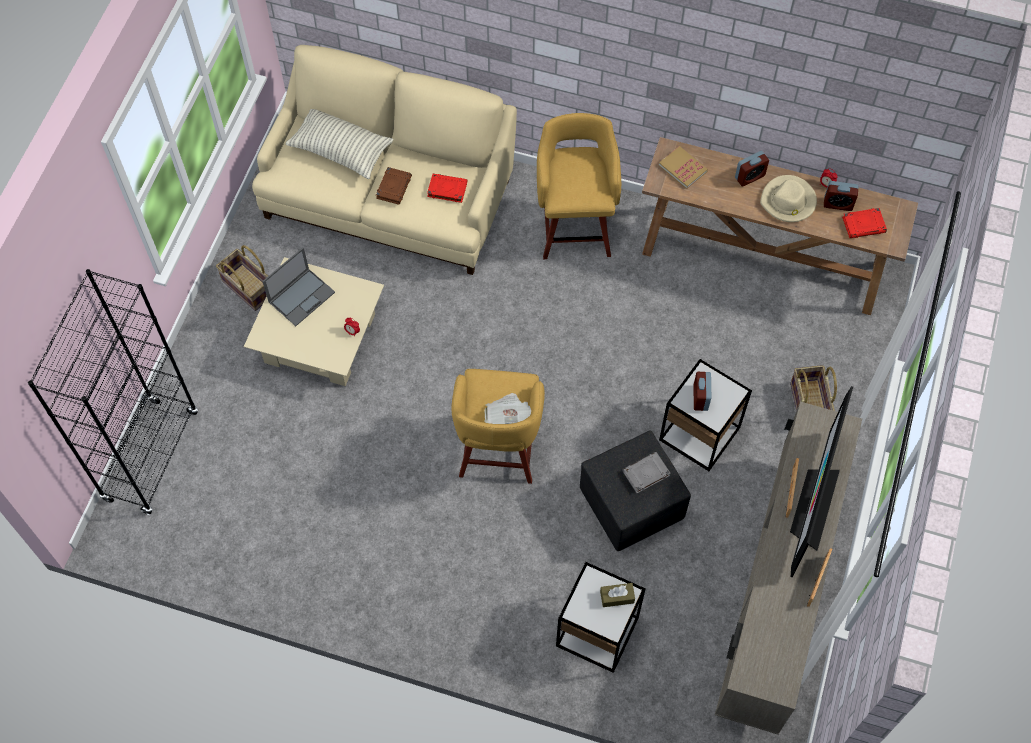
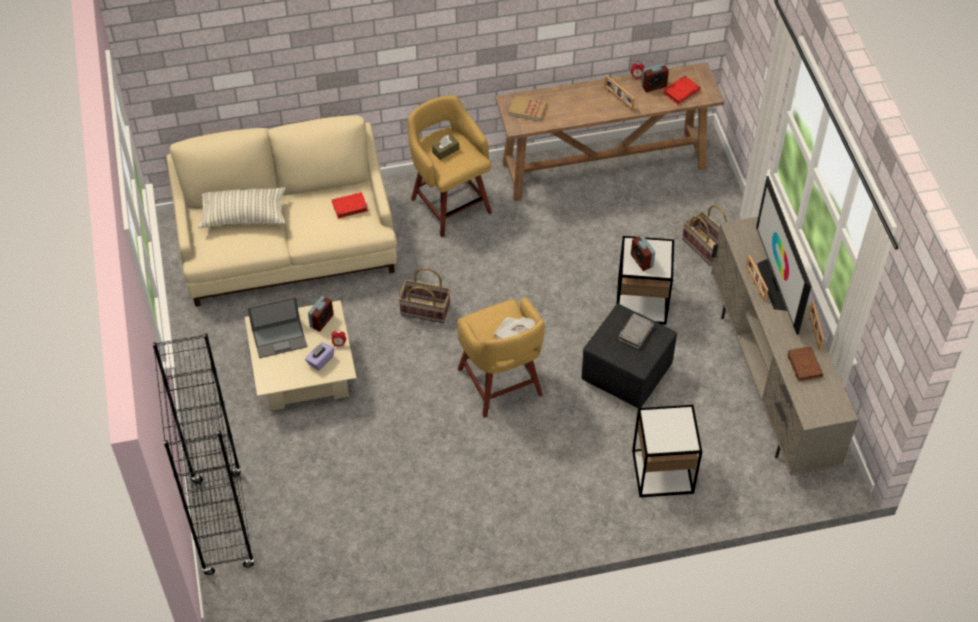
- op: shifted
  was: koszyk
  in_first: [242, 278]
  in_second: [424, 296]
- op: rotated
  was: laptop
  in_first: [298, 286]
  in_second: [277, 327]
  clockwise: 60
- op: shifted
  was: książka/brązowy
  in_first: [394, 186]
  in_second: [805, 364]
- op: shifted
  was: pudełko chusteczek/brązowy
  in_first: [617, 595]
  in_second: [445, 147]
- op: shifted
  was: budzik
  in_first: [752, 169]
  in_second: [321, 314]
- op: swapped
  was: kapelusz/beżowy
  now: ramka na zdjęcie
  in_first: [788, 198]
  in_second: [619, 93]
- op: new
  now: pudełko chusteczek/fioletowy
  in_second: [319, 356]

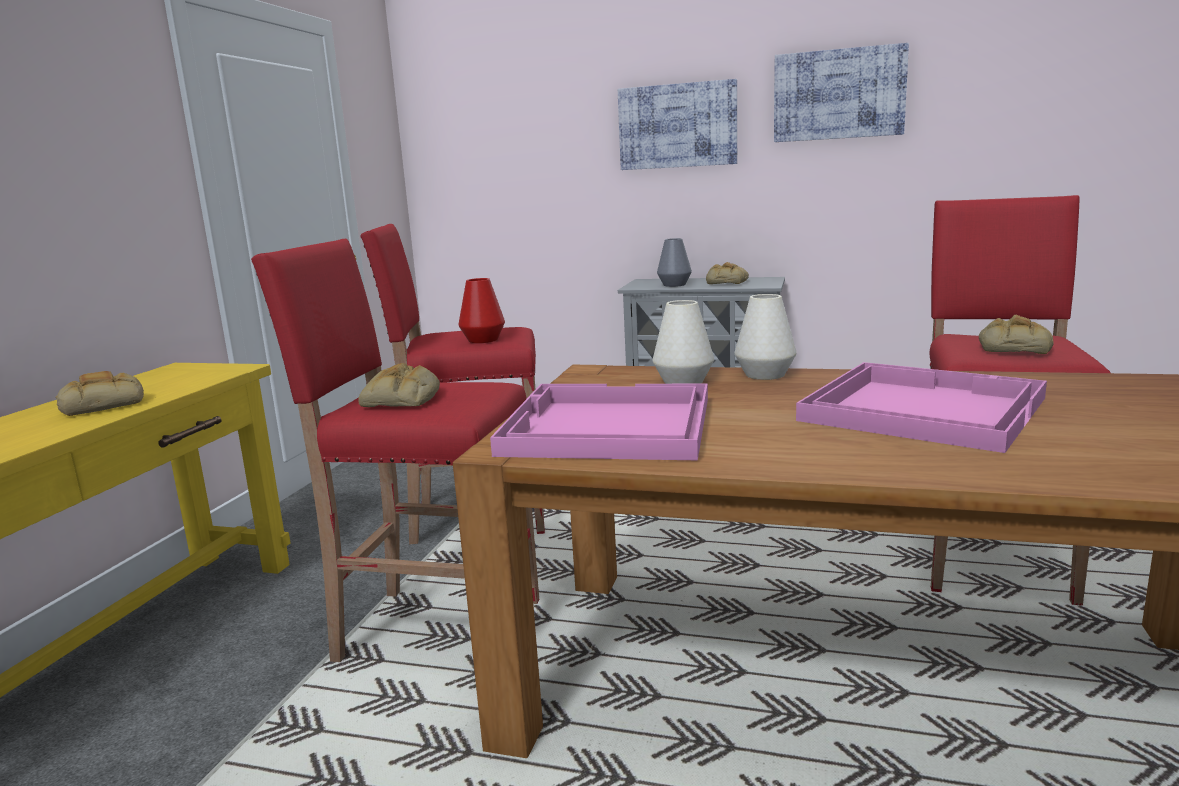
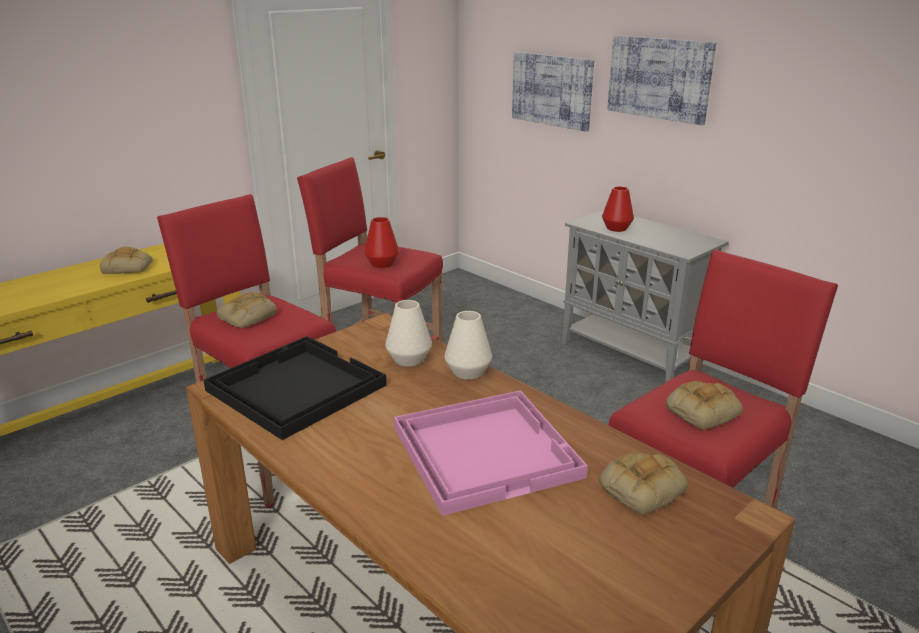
- op: repainted
  was: taca/różowy
  now: taca/czarny
  in_first: [599, 422]
  in_second: [295, 388]
- op: repainted
  was: wazon/szary
  now: wazon/czerwony
  in_first: [674, 262]
  in_second: [618, 209]
- op: shifted
  was: chleb
  in_first: [727, 273]
  in_second: [643, 483]
- op: shifted
  was: obraz
  in_first: [841, 92]
  in_second: [553, 92]

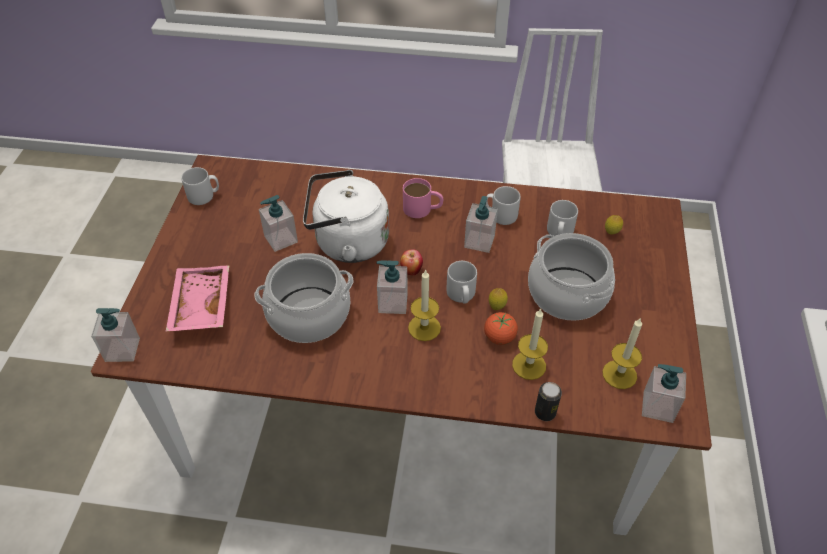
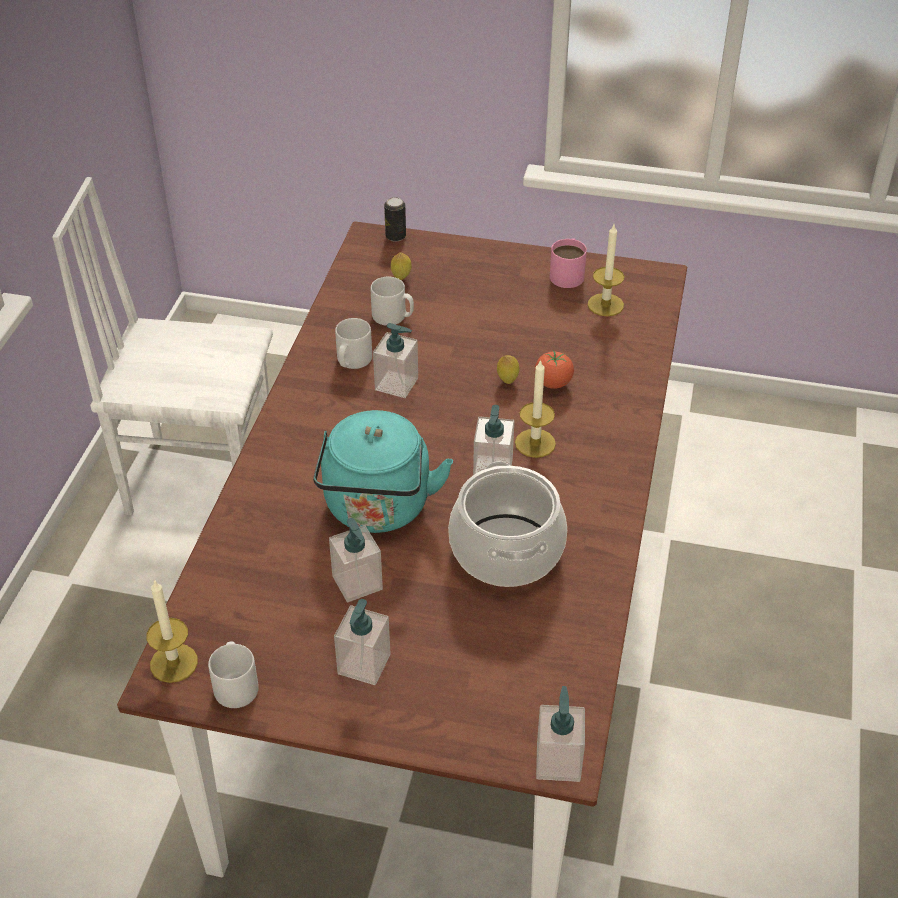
- op: gone
  was: taca/różowy
  in_first: [197, 298]
- op: repainted
  was: czajnik/biały
  now: czajnik/turkusowy
  in_first: [346, 216]
  in_second: [383, 471]
- op: gone
  was: jabłko
  in_first: [411, 262]
- op: shifted
  was: kubek/różowy
  in_first: [423, 198]
  in_second: [568, 263]
- op: gone
  was: kubek/szary
  in_first: [461, 282]
- op: shifted
  was: świeca
  in_first: [530, 344]
  in_second: [172, 631]
- op: gone
  was: garnek
  in_first: [571, 277]
- op: shifted
  was: puszka
  in_first: [548, 401]
  in_second: [395, 219]
- op: shifted
  was: dozownik mydła
  in_first: [664, 393]
  in_second: [362, 642]

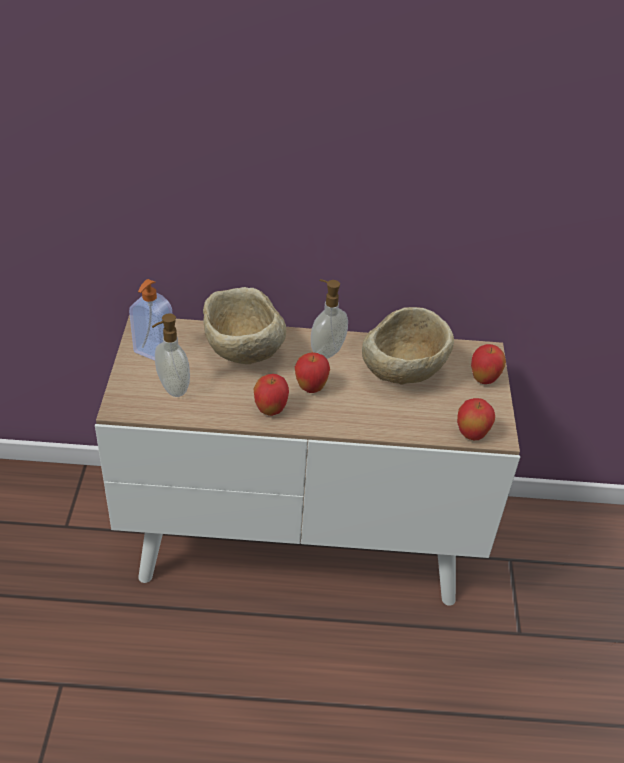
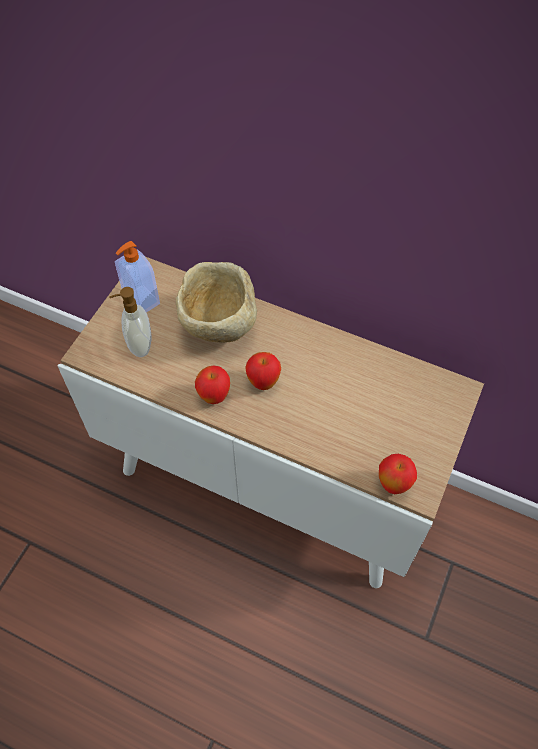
- op: gone
  was: dozownik mydła
  in_first: [329, 319]
- op: gone
  was: miska/beżowy
  in_first: [408, 345]
- op: gone
  was: jabłko
  in_first: [488, 364]

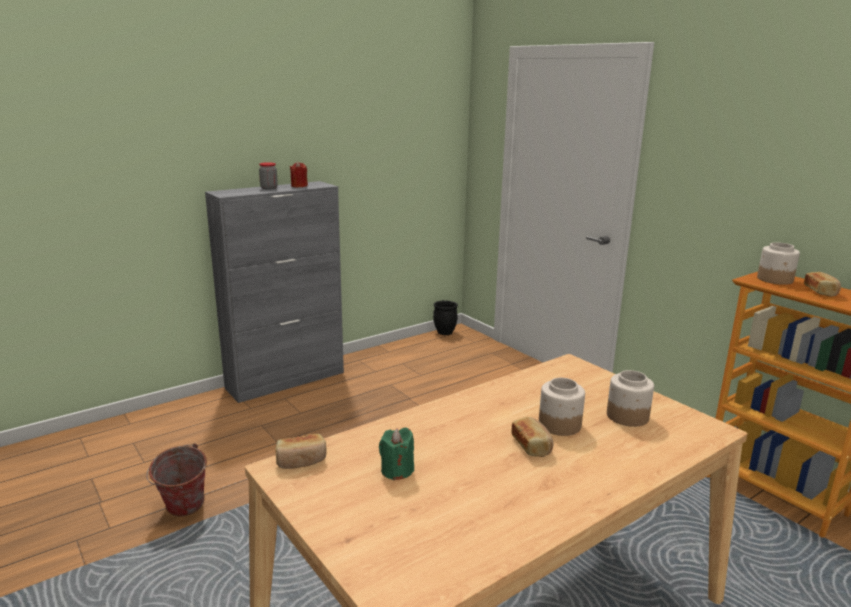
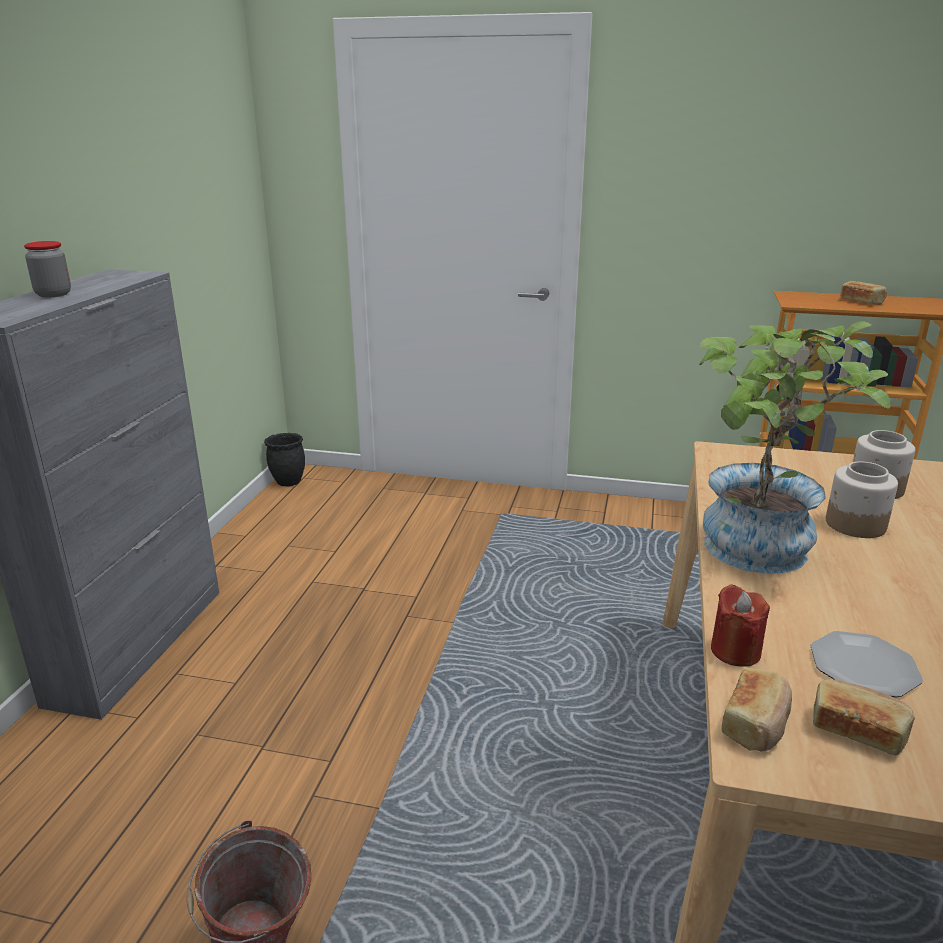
- op: shifted
  was: świeca/czerwony
  in_first: [299, 174]
  in_second: [740, 625]
- op: swapped
  was: świeca/zielony
  now: talerz
  in_first: [396, 453]
  in_second: [866, 664]
- op: shifted
  was: chleb
  in_first: [532, 437]
  in_second: [864, 717]
- op: gone
  was: słoik
  in_first: [778, 263]
- op: new
  now: roślina doniczkowa
  in_second: [795, 447]

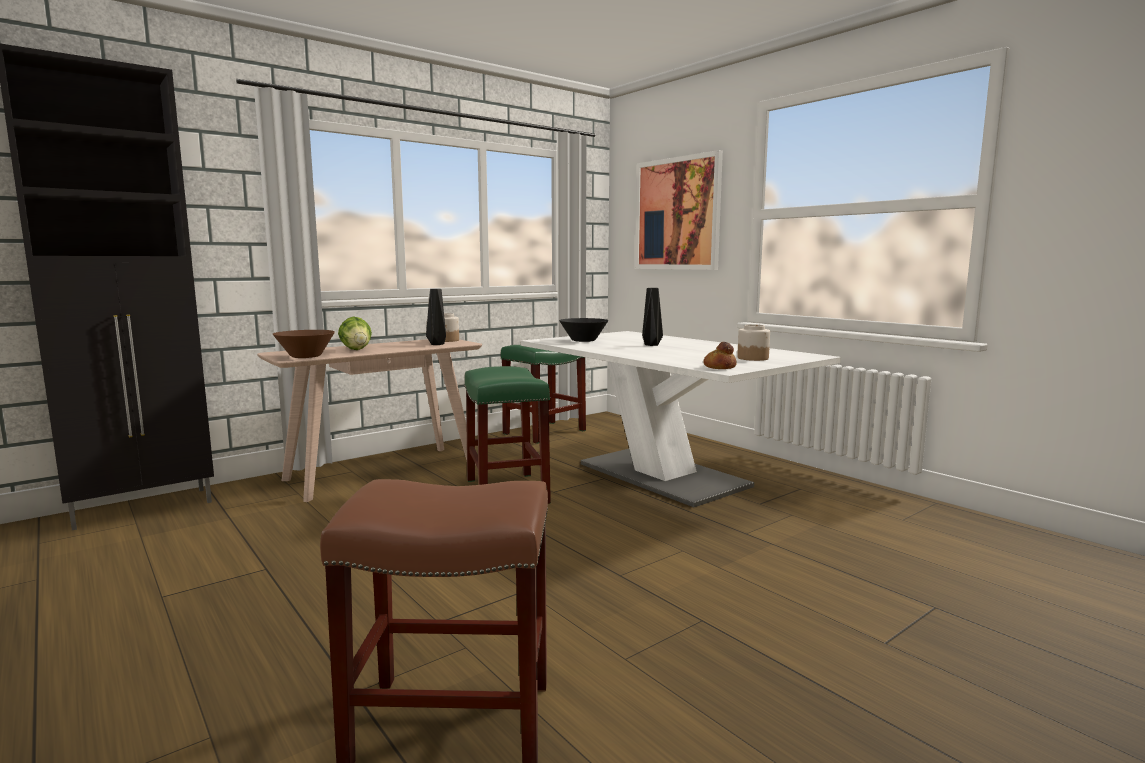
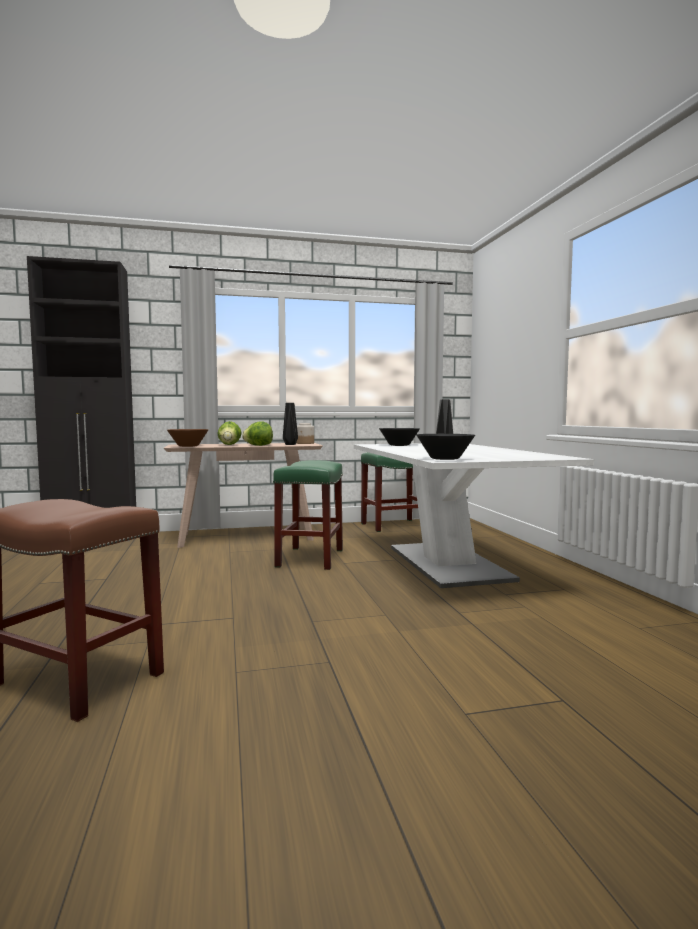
- op: gone
  was: obraz
  in_first: [679, 210]
- op: swapped
  was: chleb
  now: miska/czarny
  in_first: [720, 355]
  in_second: [445, 447]
- op: gone
  was: słoik
  in_first: [753, 342]
- op: new
  now: sałata
  in_second: [257, 433]

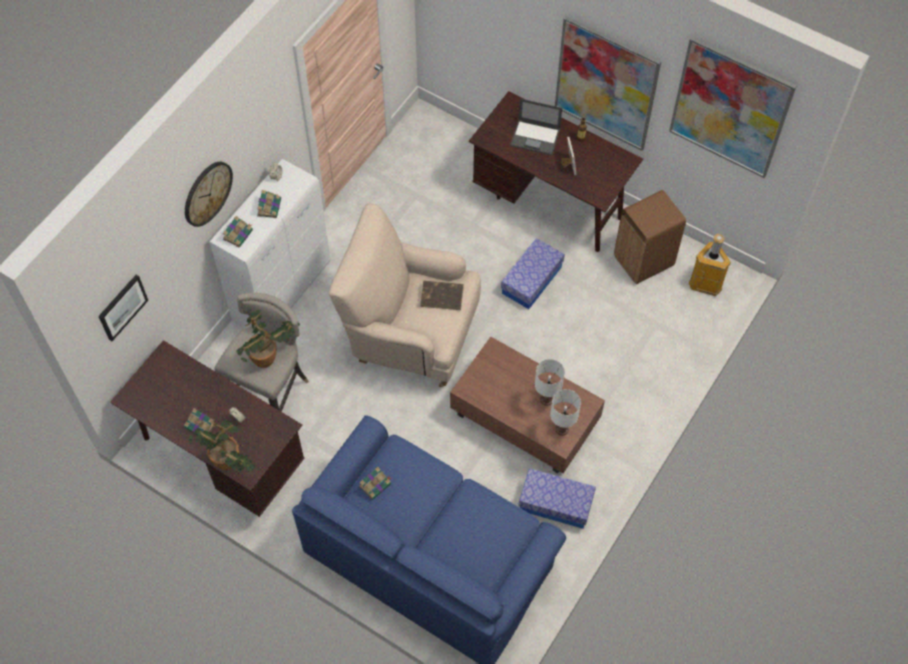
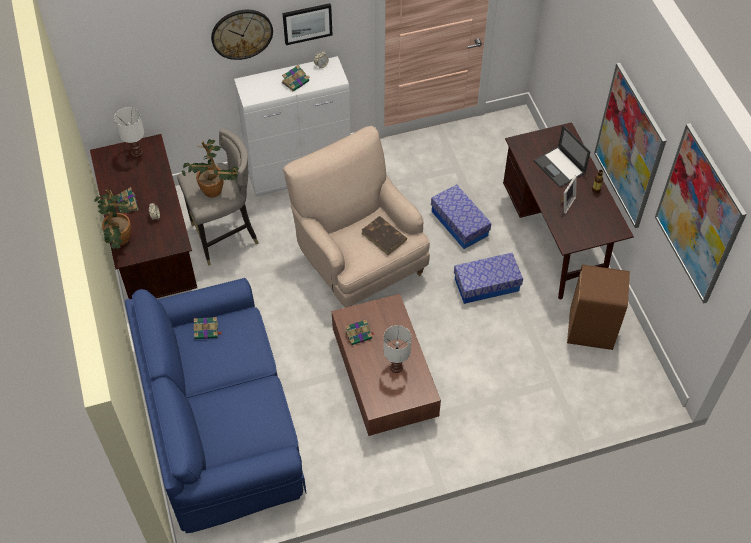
- op: shifted
  was: obraz
  in_first: [123, 308]
  in_second: [307, 24]
- op: shifted
  was: książka
  in_first: [238, 231]
  in_second: [359, 332]
- op: shifted
  was: pojemnik do przechowywania
  in_first: [557, 498]
  in_second: [461, 217]
- op: shifted
  was: lampa stołowa/biały
  in_first: [565, 412]
  in_second: [129, 132]
- op: gone
  was: kosz na śmieci
  in_first: [710, 265]

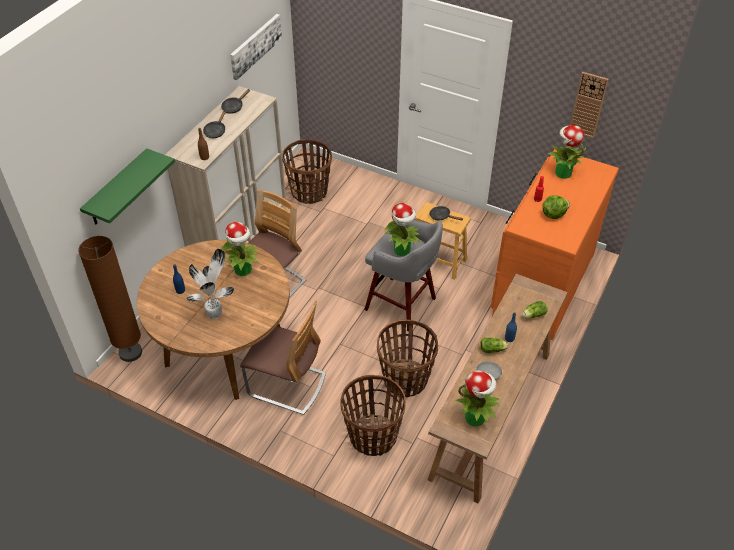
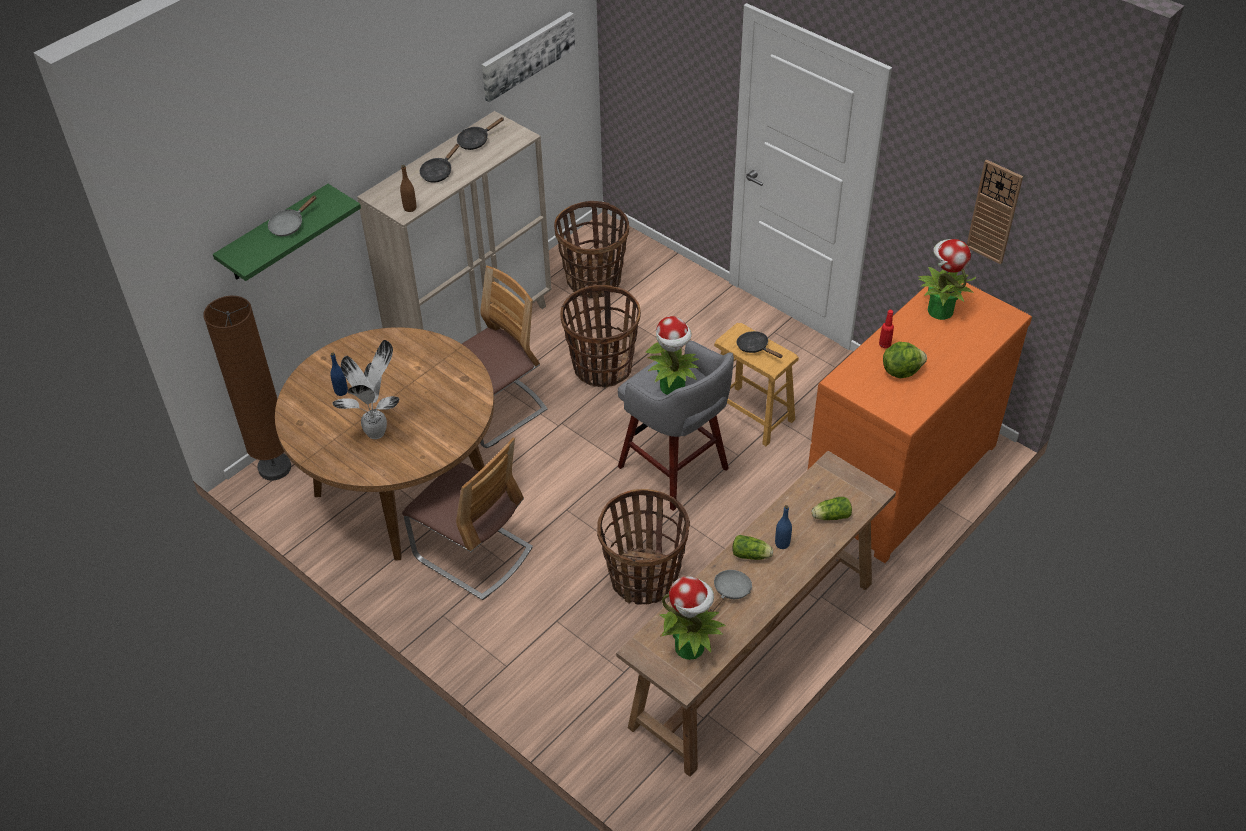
- op: gone
  was: roślina doniczkowa
  in_first: [240, 249]
- op: shifted
  was: koszyk
  in_first: [373, 415]
  in_second: [600, 336]
- op: new
  now: patelnia/szary
  in_second: [292, 215]

